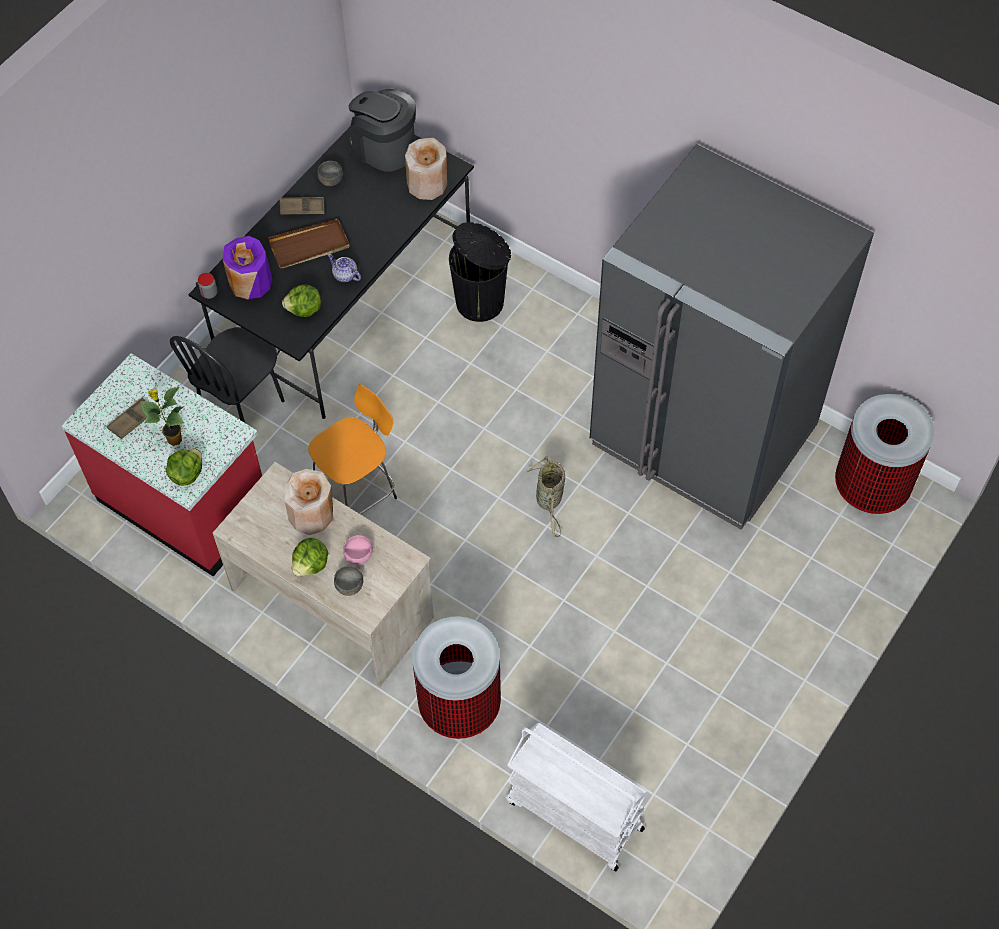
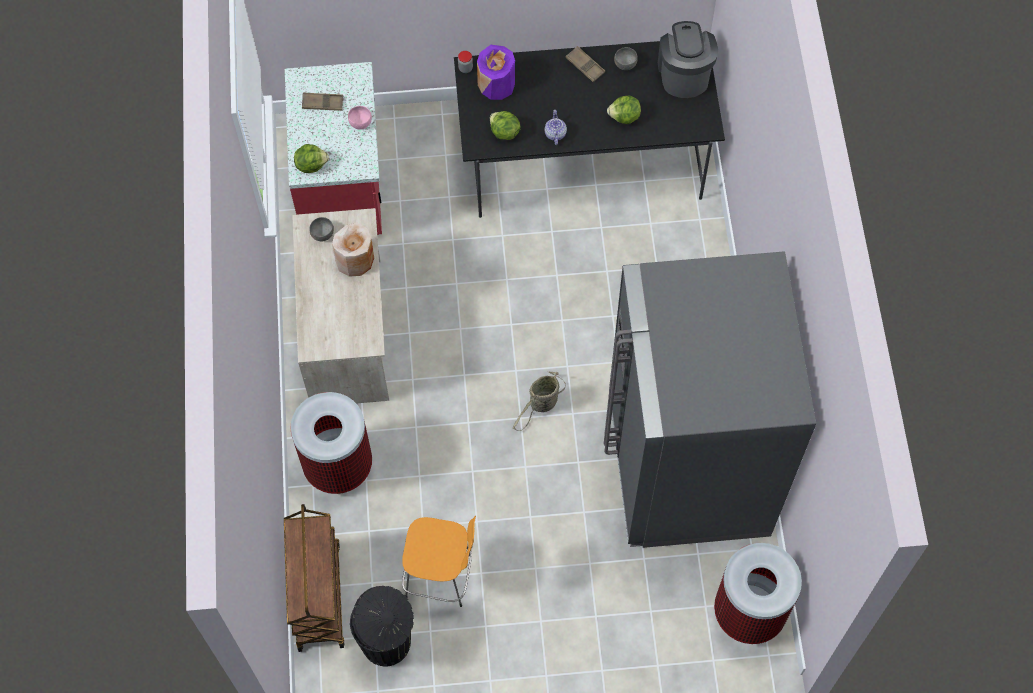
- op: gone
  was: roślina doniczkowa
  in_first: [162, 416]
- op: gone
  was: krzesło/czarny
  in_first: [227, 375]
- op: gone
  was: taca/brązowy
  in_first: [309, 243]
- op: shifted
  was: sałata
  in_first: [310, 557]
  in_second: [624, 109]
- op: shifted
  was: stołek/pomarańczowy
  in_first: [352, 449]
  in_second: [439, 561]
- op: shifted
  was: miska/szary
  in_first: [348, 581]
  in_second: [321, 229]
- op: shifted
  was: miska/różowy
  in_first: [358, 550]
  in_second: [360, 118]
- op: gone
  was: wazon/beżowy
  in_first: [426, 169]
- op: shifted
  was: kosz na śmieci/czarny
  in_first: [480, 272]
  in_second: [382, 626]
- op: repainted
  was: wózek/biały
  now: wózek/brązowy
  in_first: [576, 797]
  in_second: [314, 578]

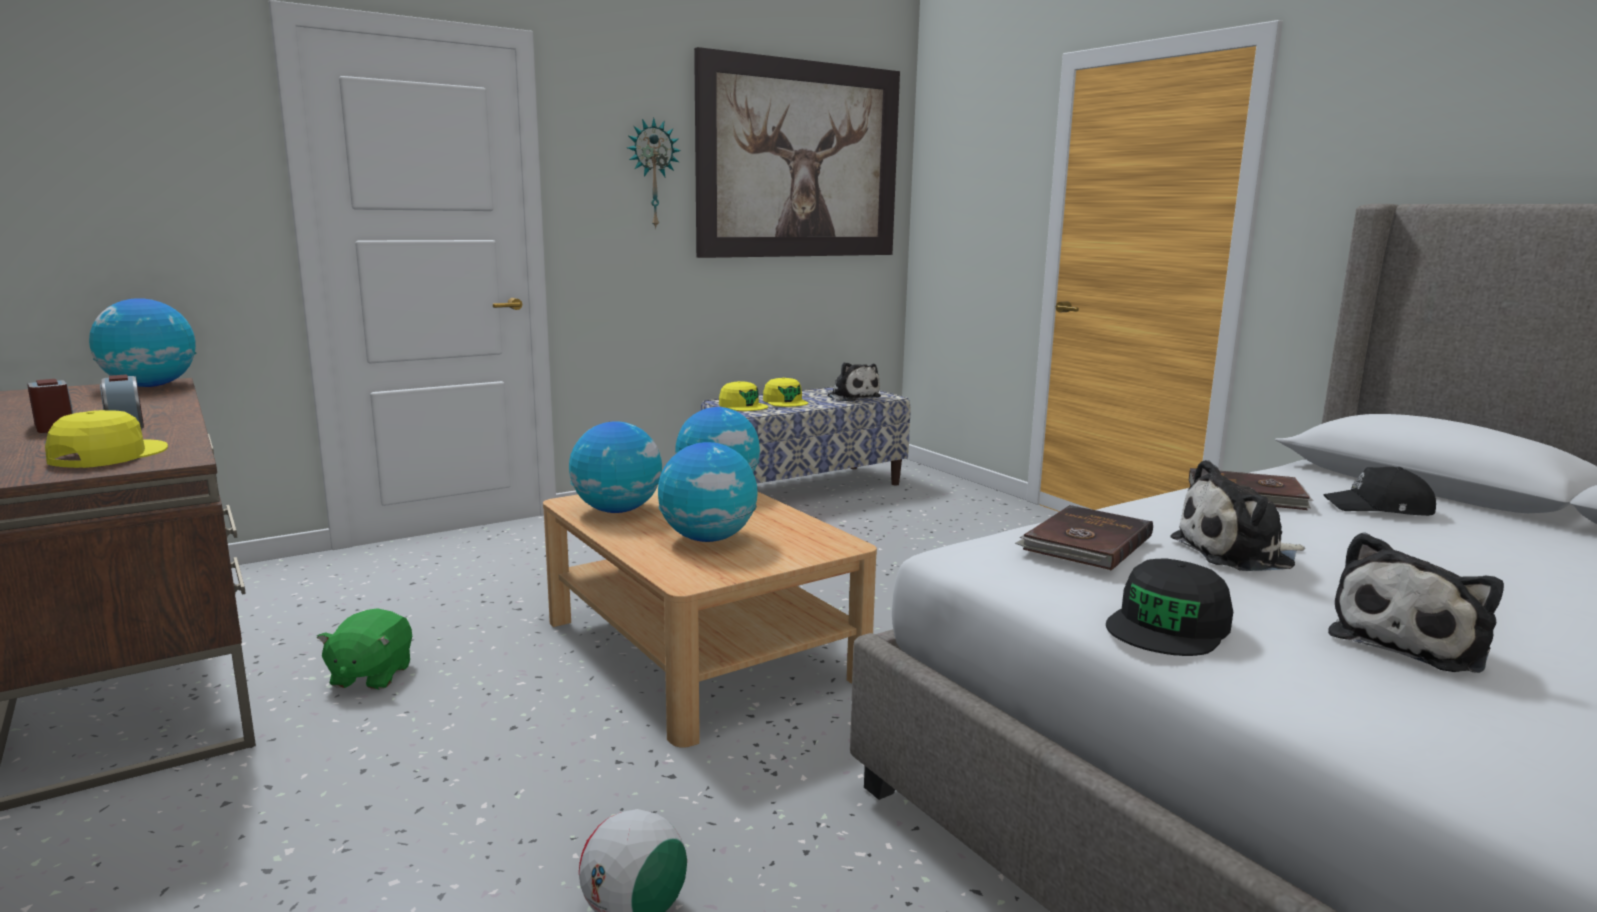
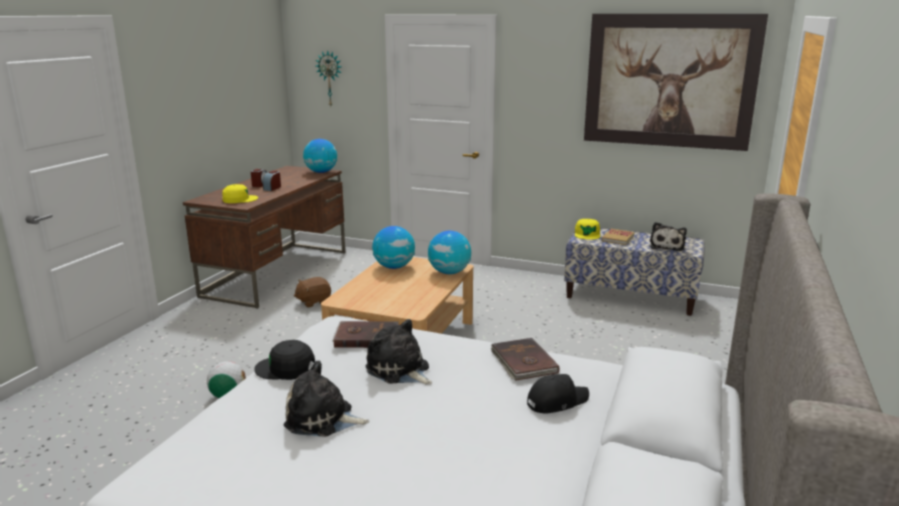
- op: repainted
  was: pluszak/zielony
  now: pluszak/brązowy
  in_first: [364, 649]
  in_second: [312, 292]
- op: shifted
  was: zegar ścienny
  in_first: [654, 173]
  in_second: [328, 78]
- op: gone
  was: globus
  in_first: [708, 492]
- op: swapped
  was: czapka z daszkiem/żółty
  now: książka
  in_first: [785, 392]
  in_second: [618, 237]
- op: rotated
  was: czapka z daszkiem/czarny
  in_first: [1380, 491]
  in_second: [558, 394]
  clockwise: 90

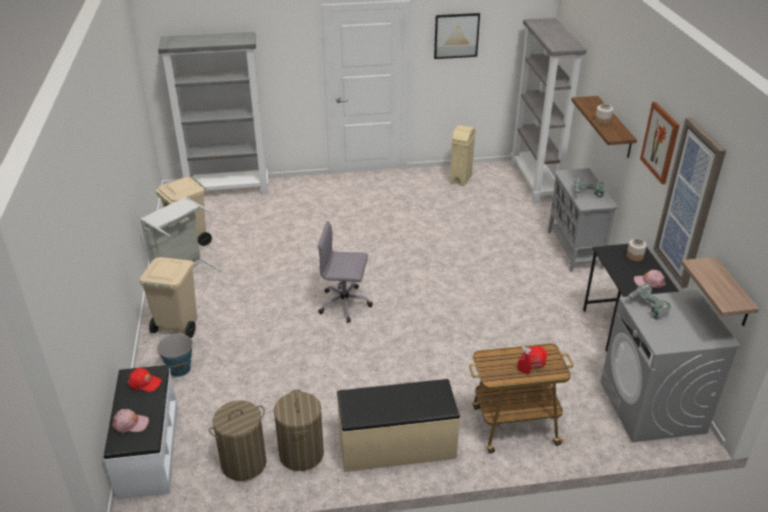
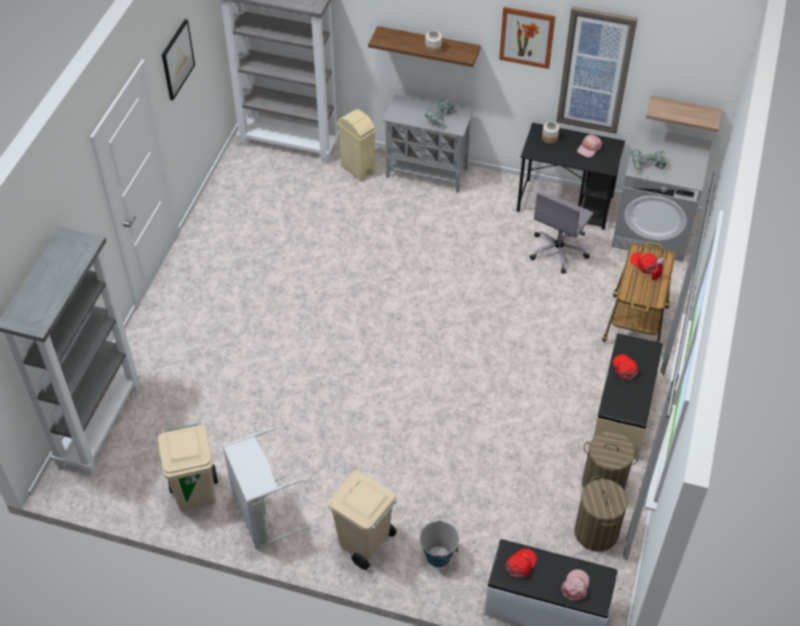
- op: shifted
  was: krzesło biurowe/szary
  in_first: [345, 272]
  in_second: [562, 233]
- op: shifted
  was: kosz na śmieci/beżowy
  in_first: [463, 155]
  in_second: [356, 145]
- op: new
  now: czapka z daszkiem/czerwony
  in_second: [626, 367]

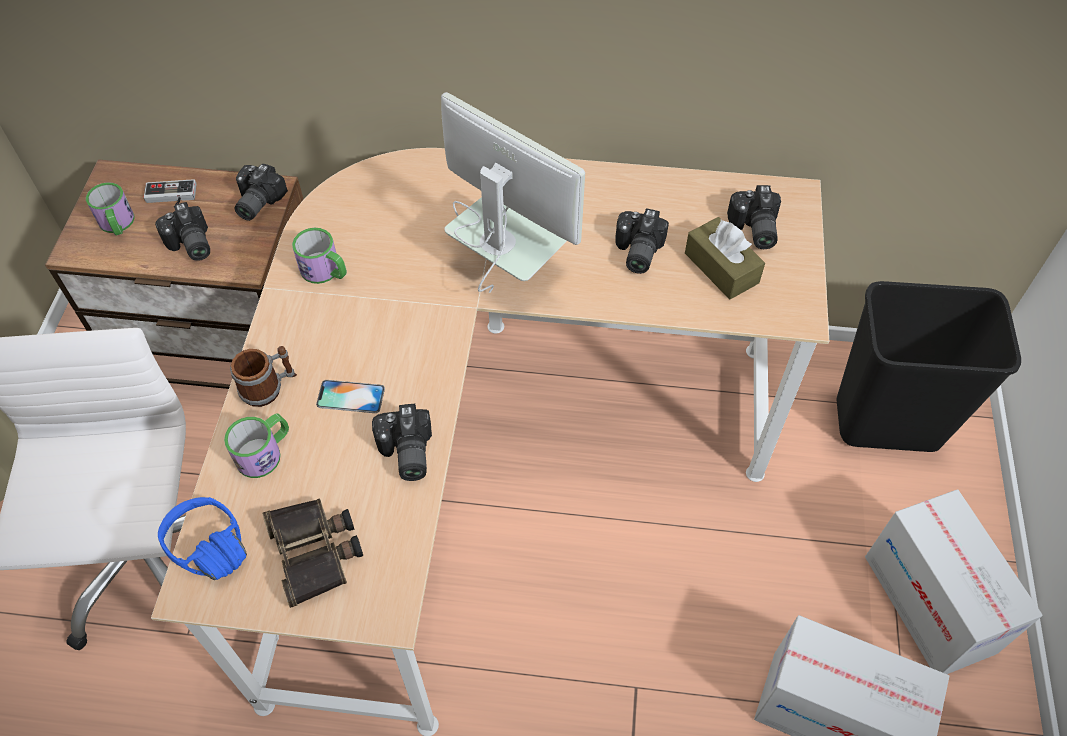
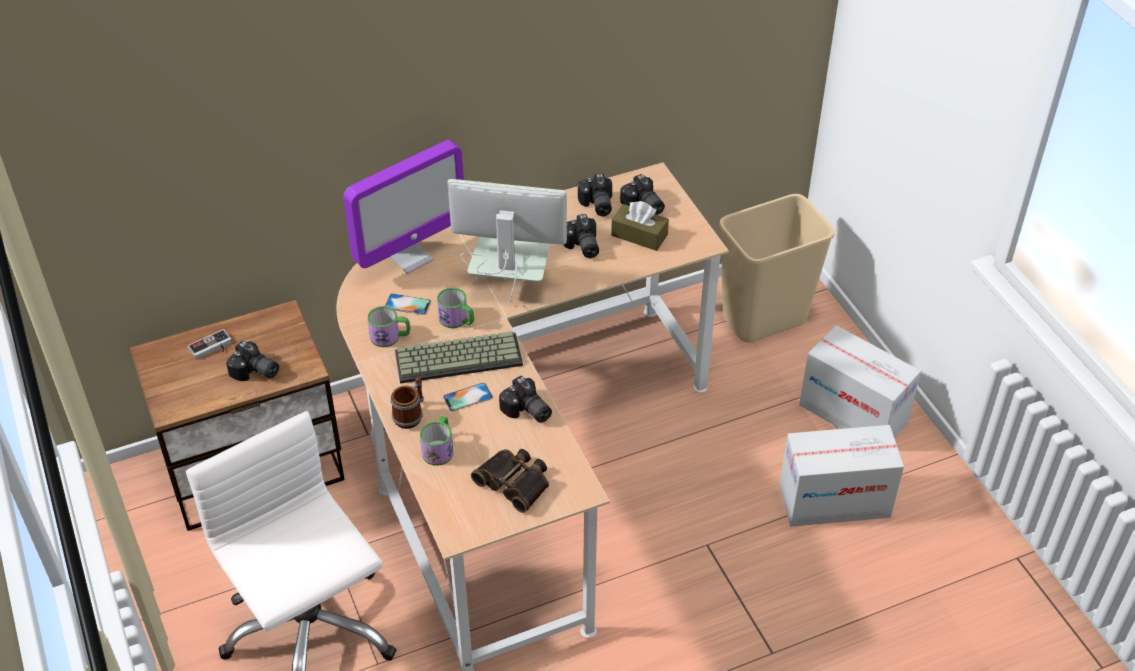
- op: shifted
  was: kubek
  in_first: [110, 209]
  in_second: [455, 307]
- op: gone
  was: słuchawki/niebieski
  in_first: [202, 538]
- op: shifted
  was: aparat fotograficzny
  in_first: [261, 192]
  in_second: [595, 194]
- op: repainted
  was: kosz na śmieci/czarny
  now: kosz na śmieci/beżowy
  in_first: [929, 366]
  in_second: [776, 268]
- op: new
  now: monitor
  in_second: [403, 207]
- op: new
  now: telefon
  in_second: [408, 304]
- op: new
  now: klawiatura
  in_second: [459, 357]

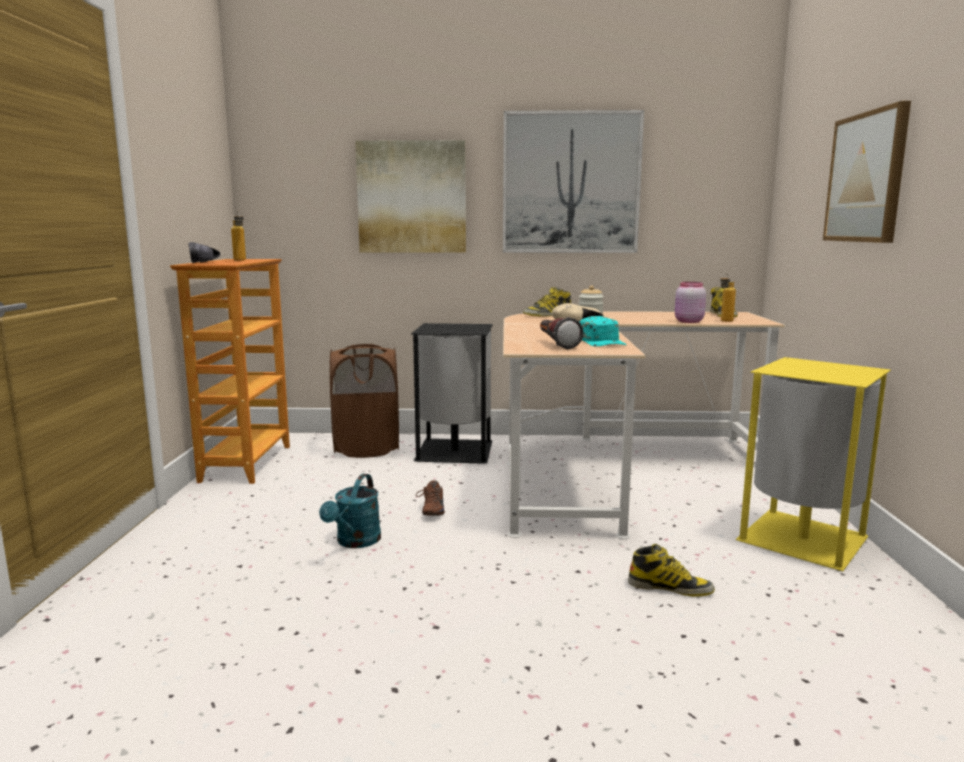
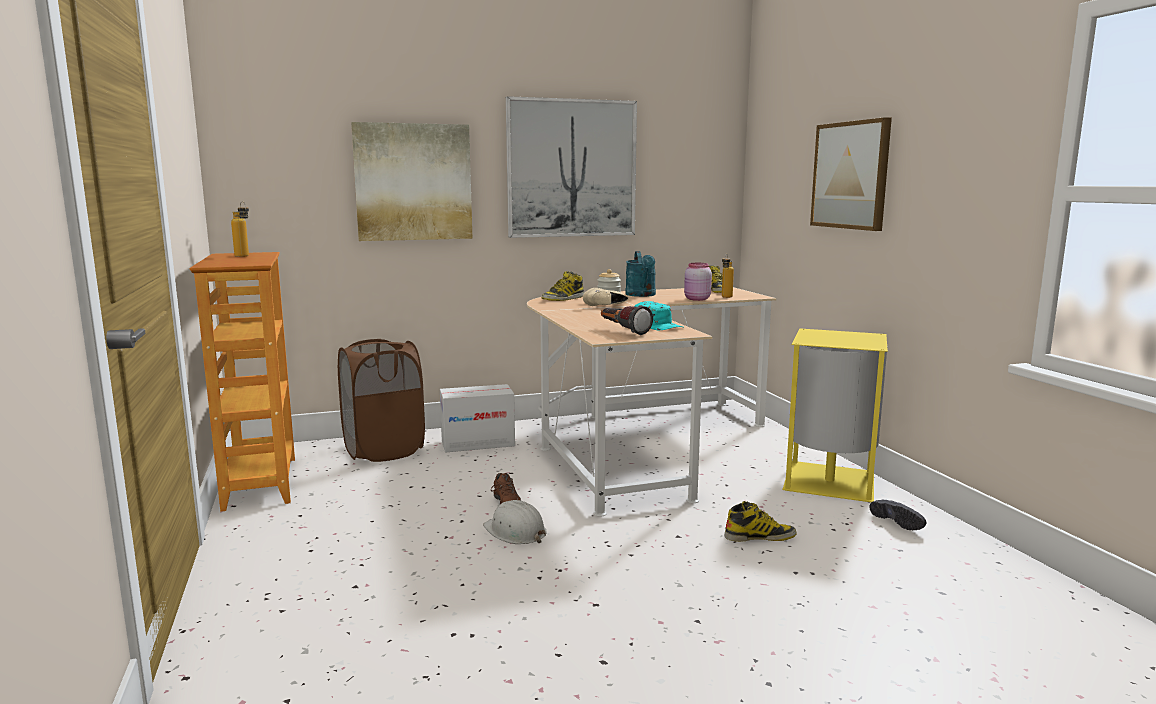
- op: shifted
  was: but/czarny
  in_first: [204, 252]
  in_second: [898, 515]
- op: shifted
  was: konewka/turkusowy
  in_first: [350, 511]
  in_second: [640, 274]
- op: swapped
  was: kosz na śmieci/czarny
  now: karton
  in_first: [452, 393]
  in_second: [477, 418]
- op: new
  now: kask/biały
  in_second: [515, 522]

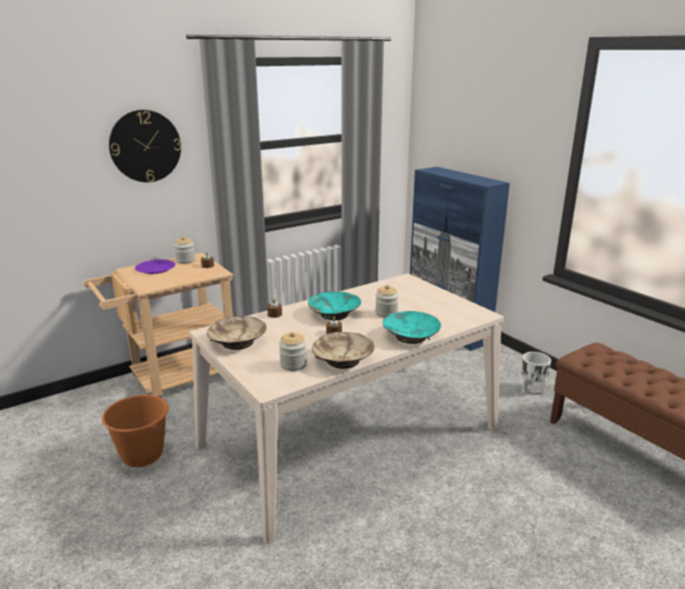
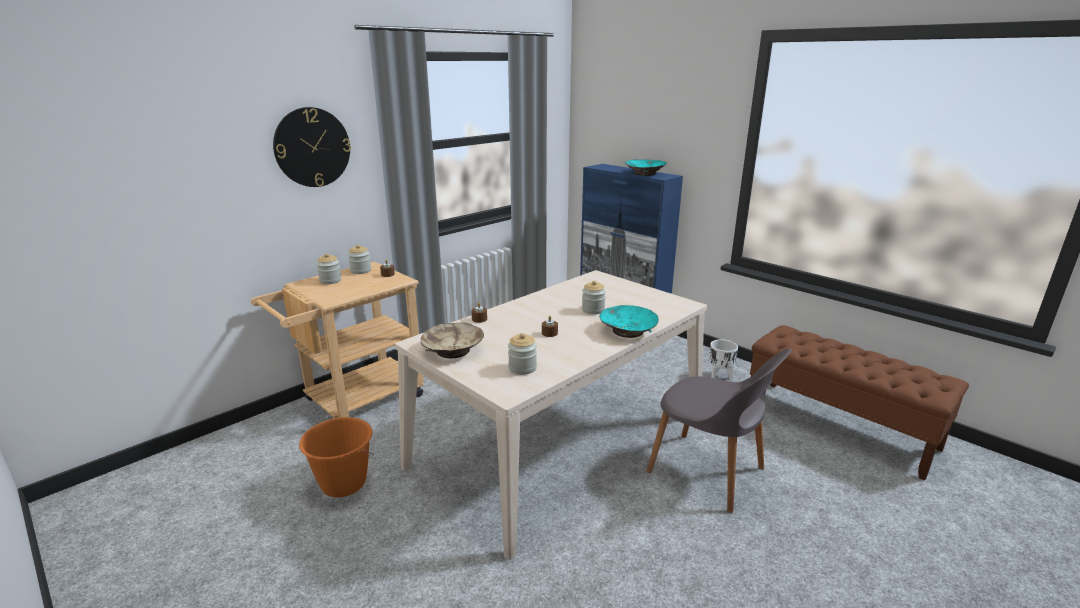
- op: swapped
  was: talerz/fioletowy
  now: słoik
  in_first: [155, 266]
  in_second: [329, 268]
- op: shifted
  was: miska/turkusowy
  in_first: [334, 305]
  in_second: [646, 167]
- op: gone
  was: miska/beżowy
  in_first: [343, 350]
- op: new
  now: krzesło/szary
  in_second: [719, 430]

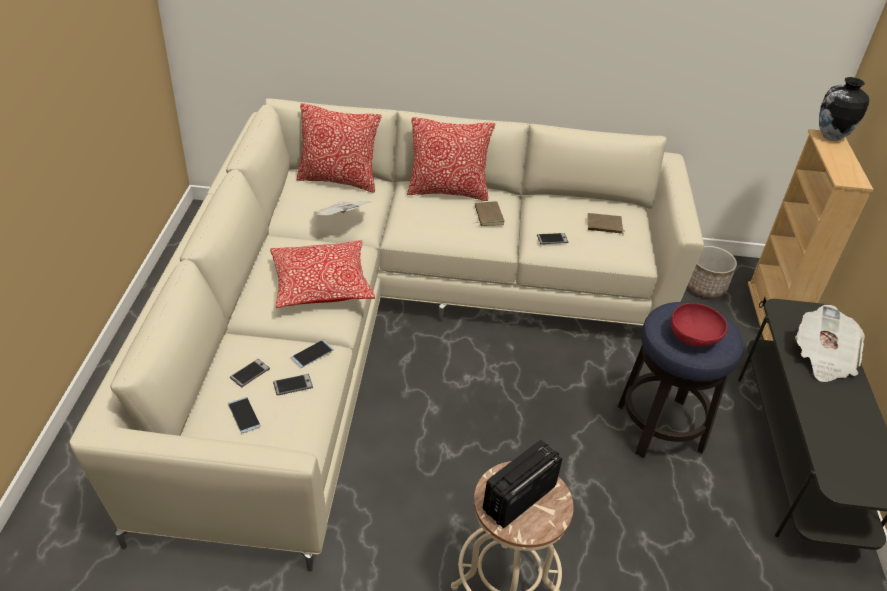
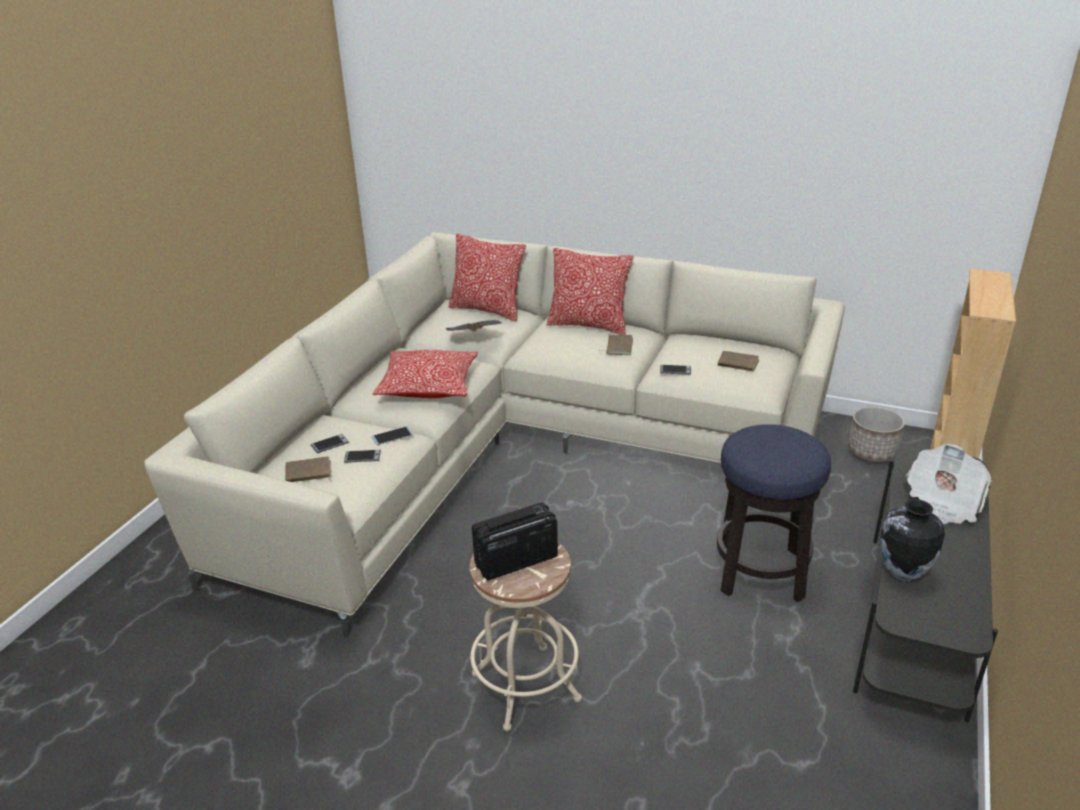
- op: swapped
  was: telefon
  now: książka/brązowy
  in_first: [244, 415]
  in_second: [308, 469]
- op: gone
  was: miska/czerwony
  in_first: [699, 325]
- op: shifted
  was: wazon
  in_first: [844, 109]
  in_second: [912, 540]

